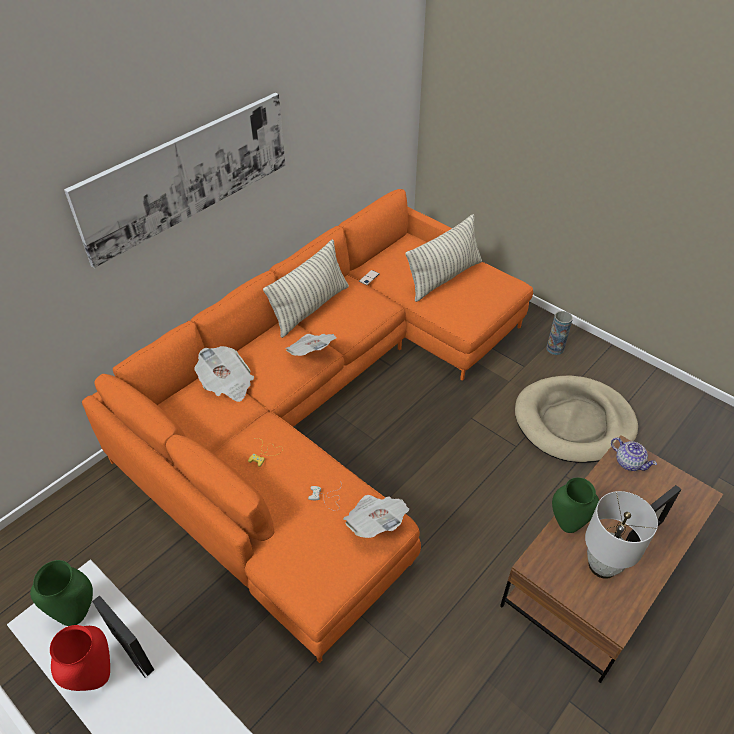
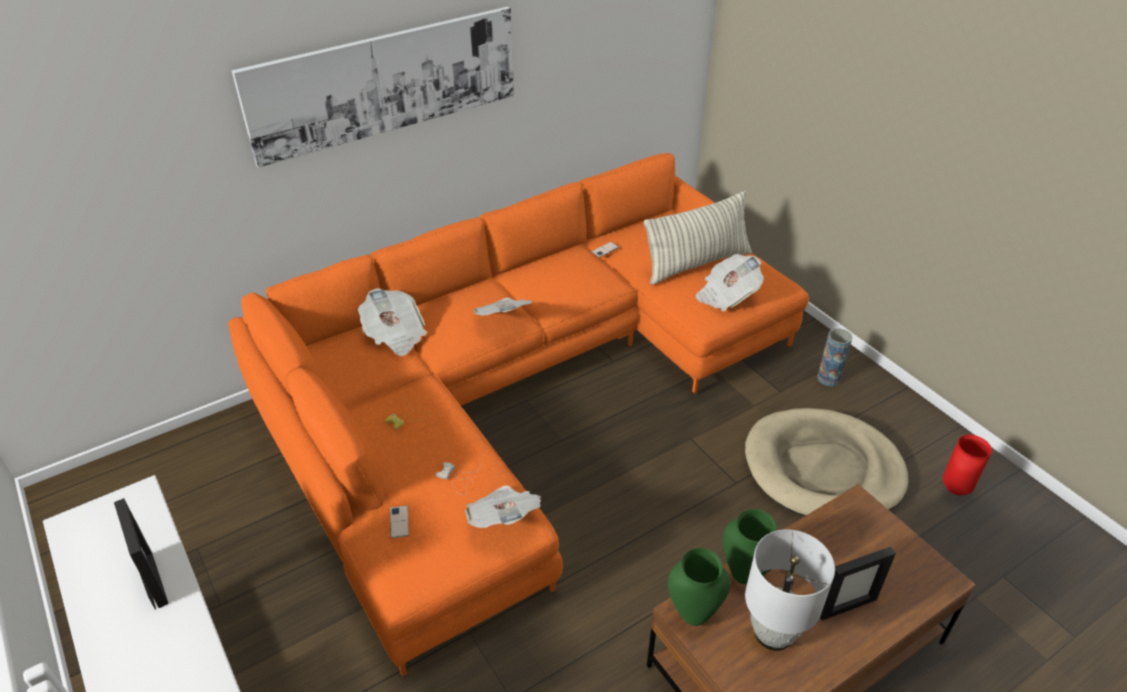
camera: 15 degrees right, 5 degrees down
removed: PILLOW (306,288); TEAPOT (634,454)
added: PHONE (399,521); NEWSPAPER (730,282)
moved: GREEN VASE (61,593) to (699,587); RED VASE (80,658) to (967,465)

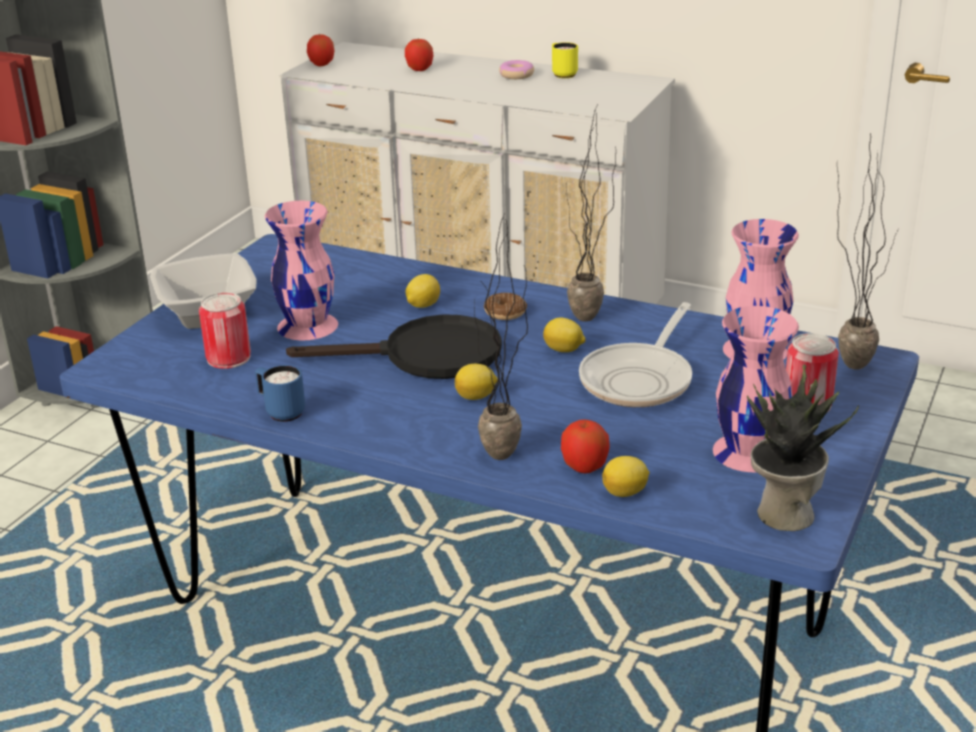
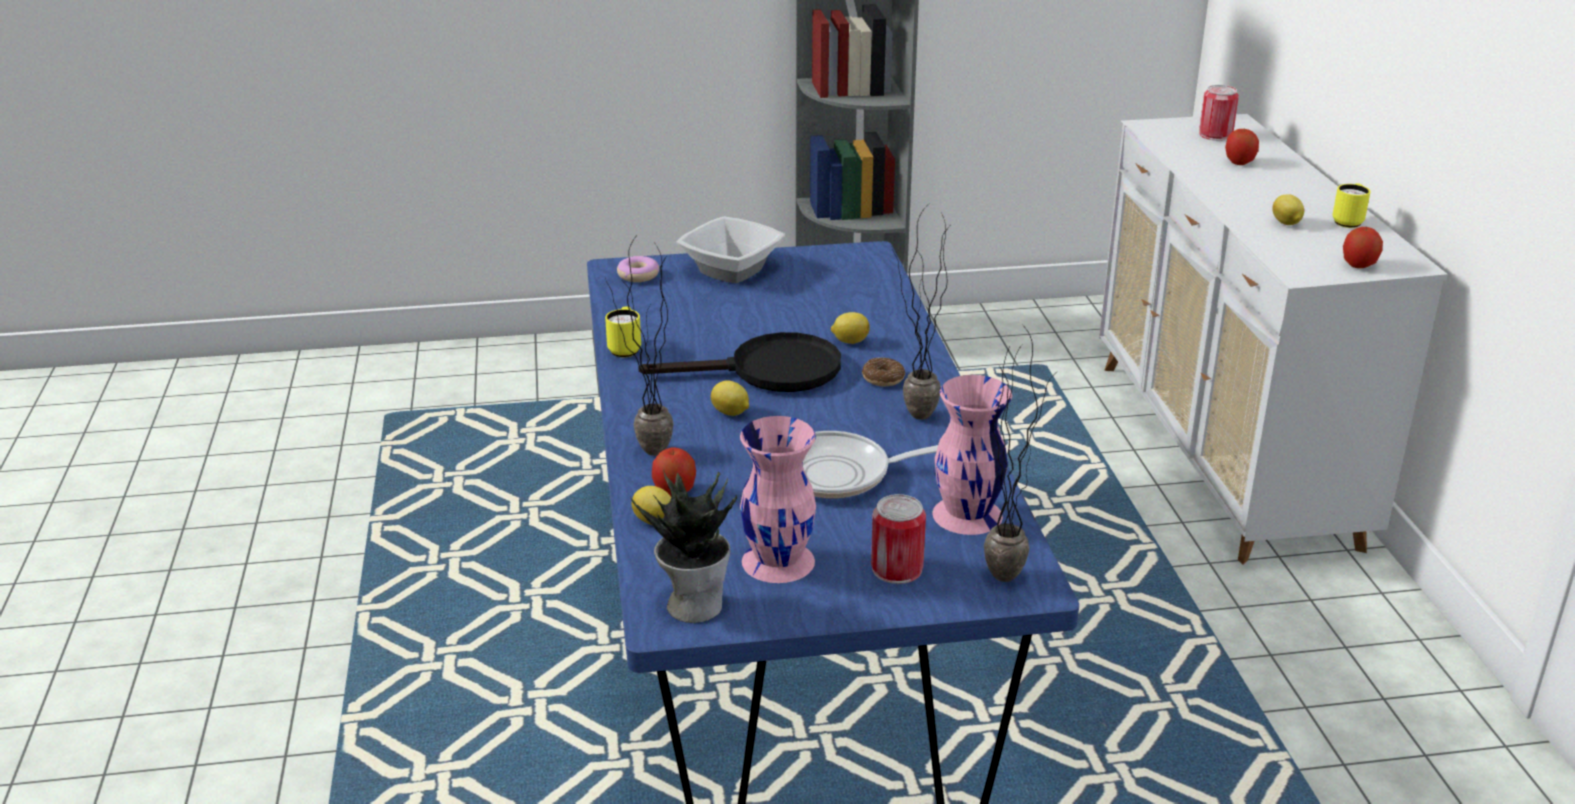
camera: 55 degrees right, 0 degrees up
removed: PINK VASE (301,270)
moved: DONUT (516,69) to (638,269); CAN (225,330) to (1219,113); LEMON (564,335) to (1288,209); APPLE (320,50) to (1363,247)
recoloured: BLUE MUG (280,393) to YELLOW MUG (623,331)
turned: BLACK FRYING PAN (394,346) = (739,362) 60 degrees counterclockwise

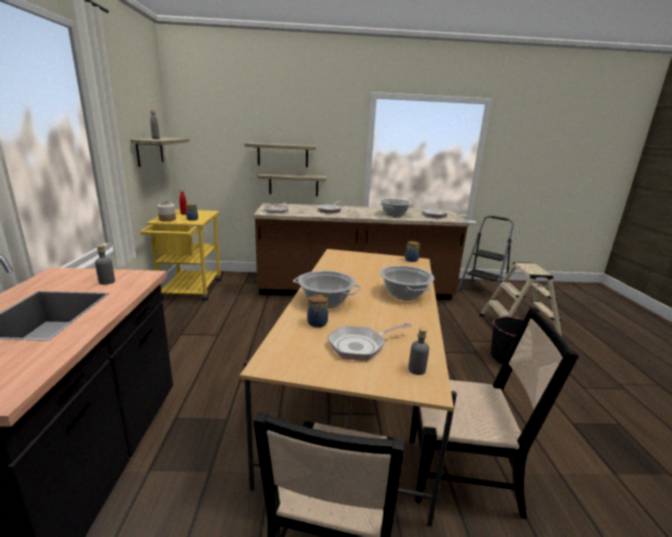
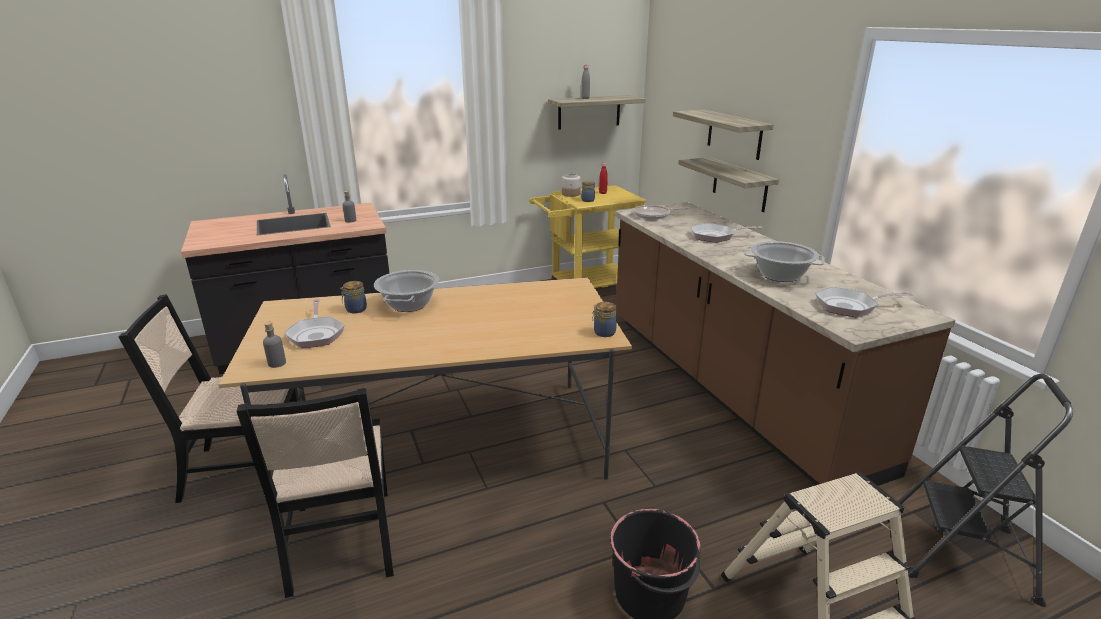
camera: 70 degrees right, 5 degrees up
removed: COOKING POT (407,282)
turned: FRYING PAN (369,341) = (314,323) 150 degrees counterclockwise

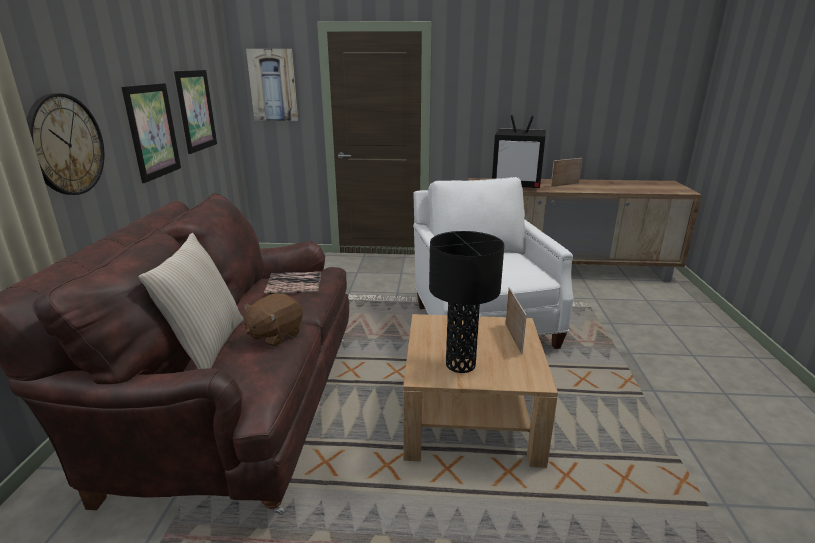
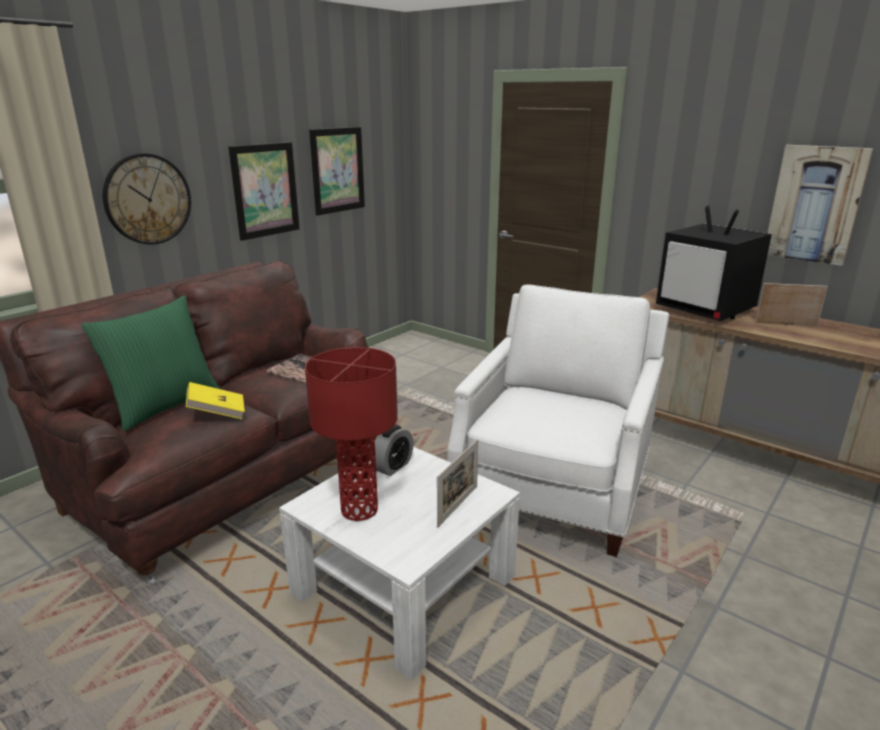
camera: 35 degrees right, 0 degrees up
added: ALARM CLOCK (392,450)
moved: PICTURE (272,85) to (820,205)
replaced: BROWN PLUSH TOY (273,320) to YELLOW BOOK (215,400)
recoloured: BEIGE PILLOW (191,301) to GREEN PILLOW (150,363); BROWN COFFEE TABLE (480,391) to WHITE COFFEE TABLE (399,563); BLACK TABLE LAMP (466,302) to RED TABLE LAMP (351,434)

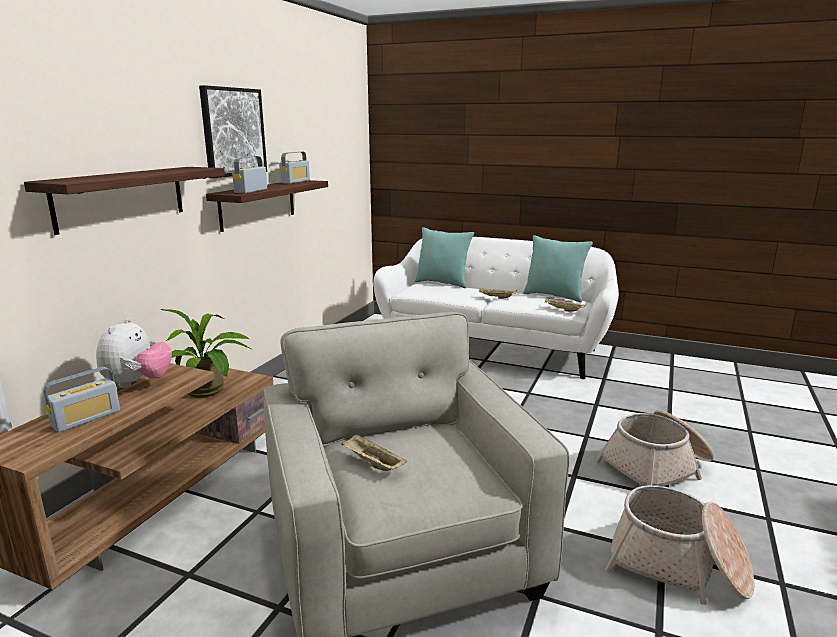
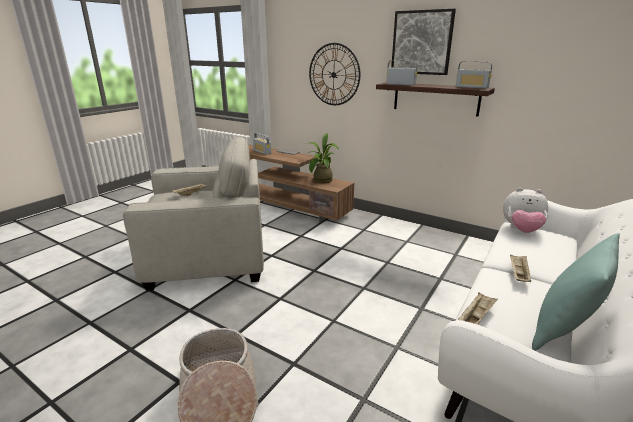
camera: 100 degrees right, 5 degrees up
removed: TURQUOISE PILLOW (444,257); BASKET (679,545)
moved: PLUSH TOY (134,353) to (525,210)
replaced: SHELF (124,201) to WALL CLOCK (334,74)

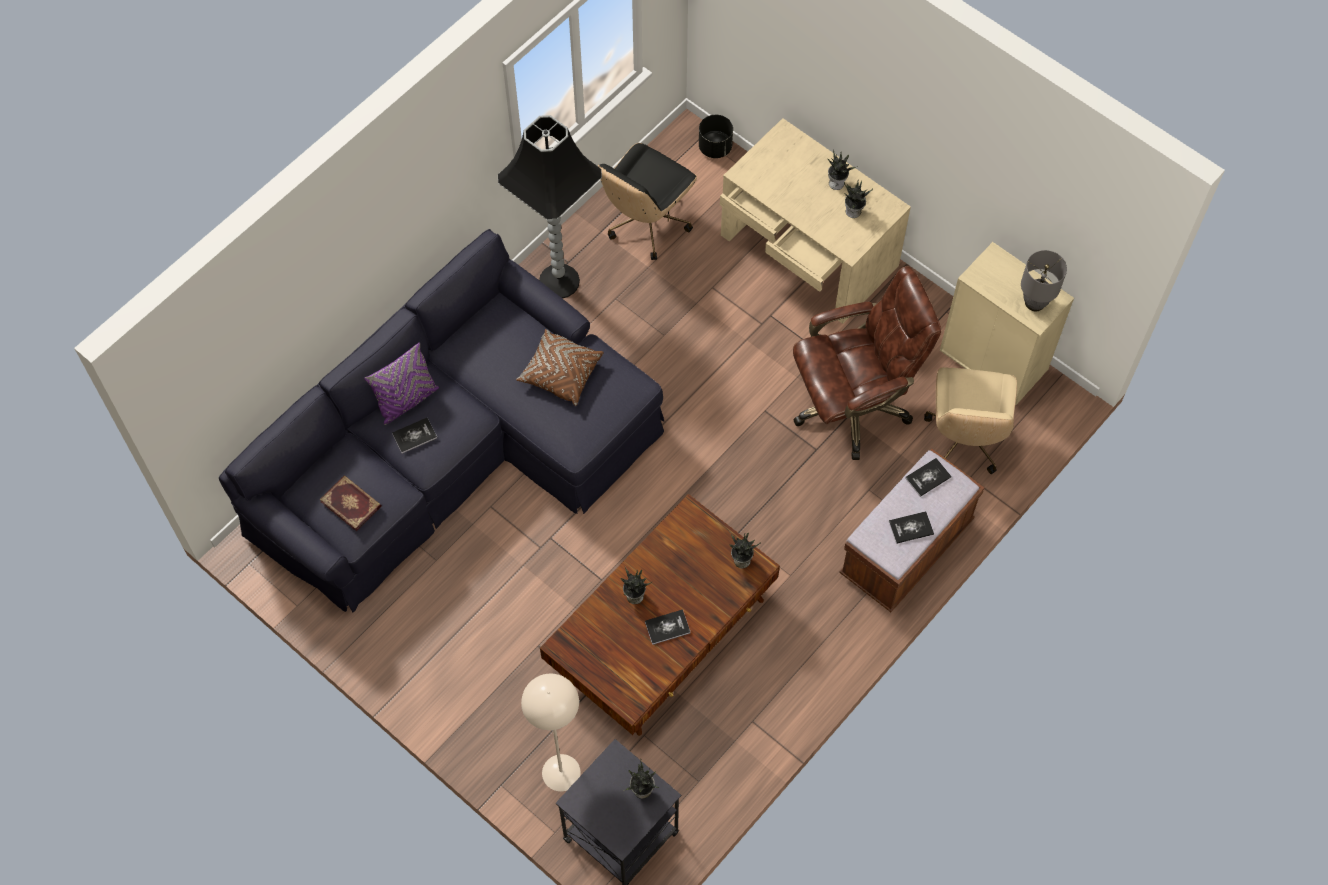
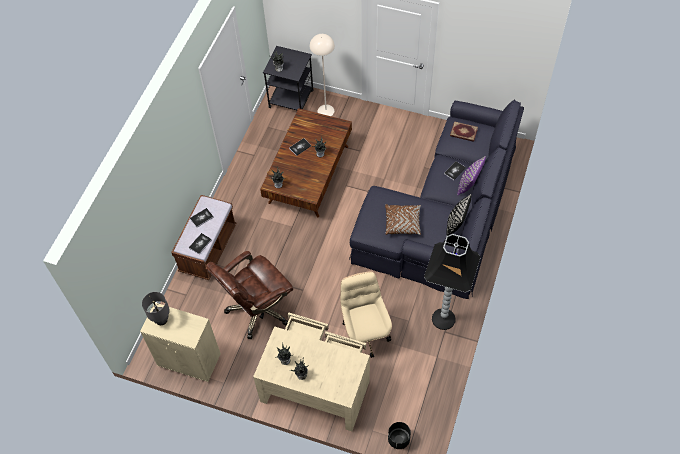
camera: 160 degrees right, 5 degrees down
removed: BLACK OFFICE CHAIR (647,201)
added: BLACK PILLOW (459,215)
moved: BEIGE OFFICE CHAIR (970,420) to (366,314)

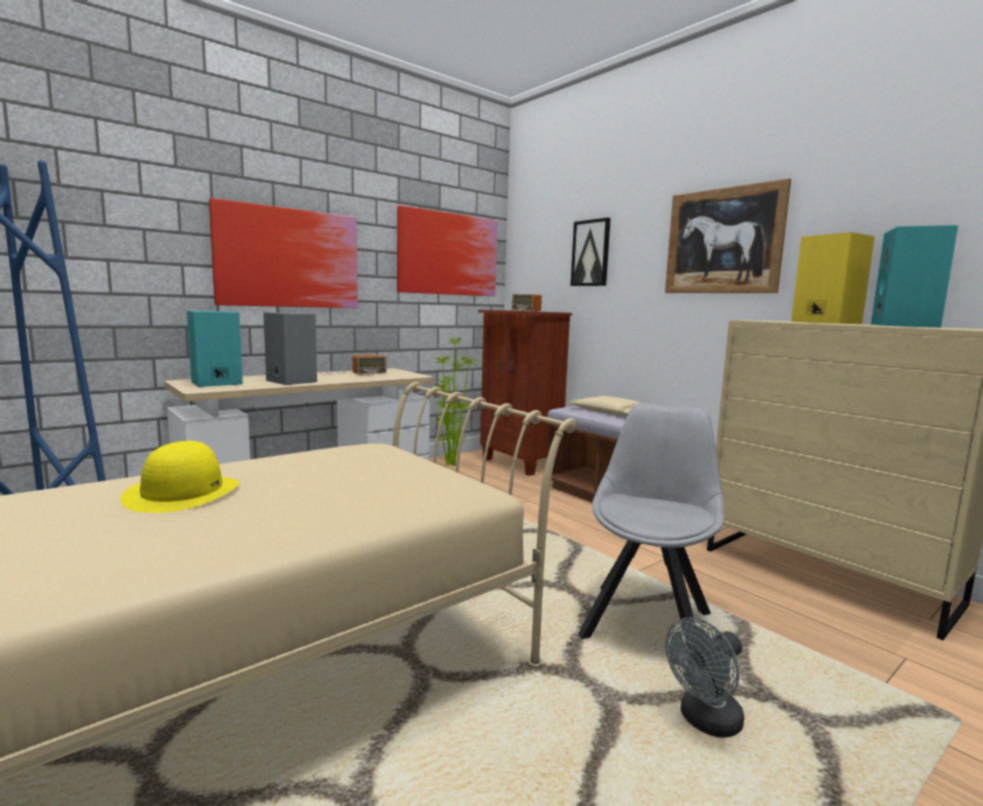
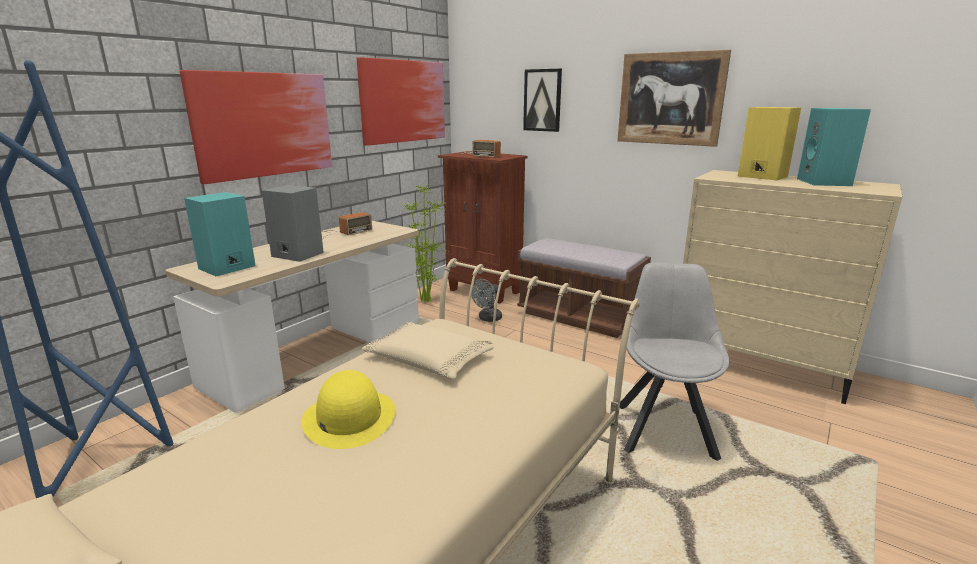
camera: 15 degrees left, 10 degrees up
moved: BEIGE PILLOW (609,405) to (428,351); GREY FAN (704,677) to (486,300)

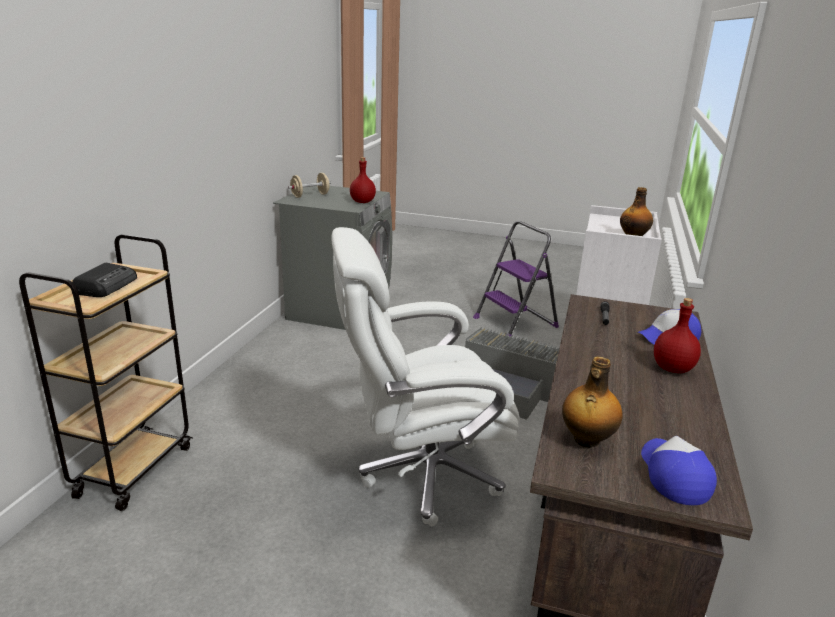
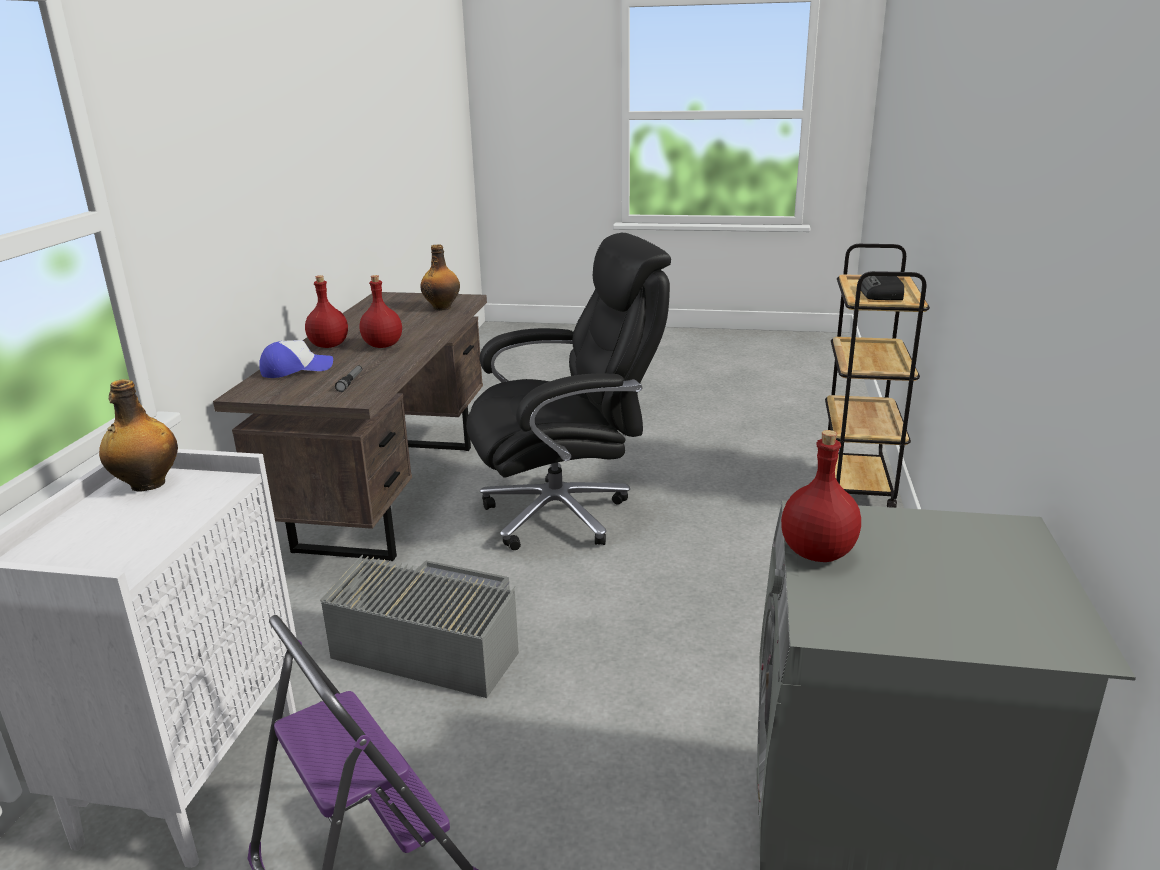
camera: 175 degrees right, 0 degrees up
removed: BEIGE DUMBBELL (309,185); CAP (679,470)
added: RED BOTTLE (380,311)
recoloured: WHITE OFFICE CHAIR (425,376) to BLACK OFFICE CHAIR (568,391)

